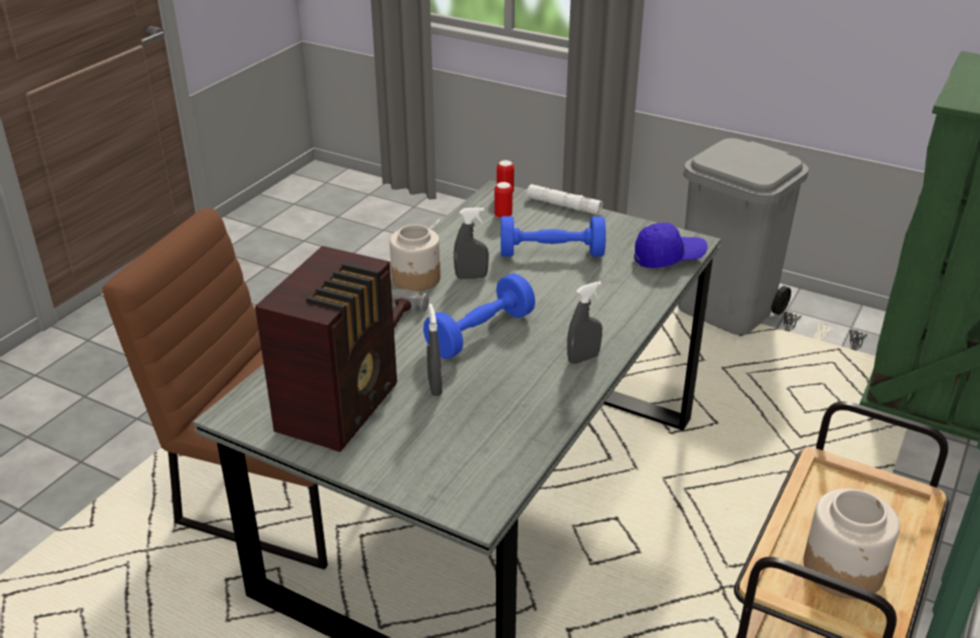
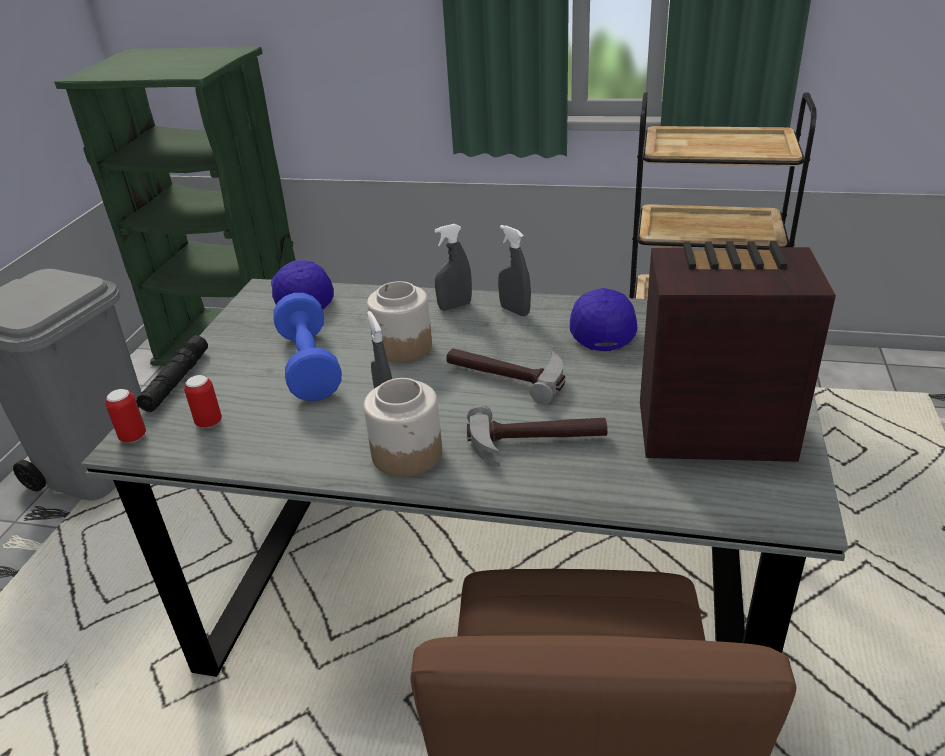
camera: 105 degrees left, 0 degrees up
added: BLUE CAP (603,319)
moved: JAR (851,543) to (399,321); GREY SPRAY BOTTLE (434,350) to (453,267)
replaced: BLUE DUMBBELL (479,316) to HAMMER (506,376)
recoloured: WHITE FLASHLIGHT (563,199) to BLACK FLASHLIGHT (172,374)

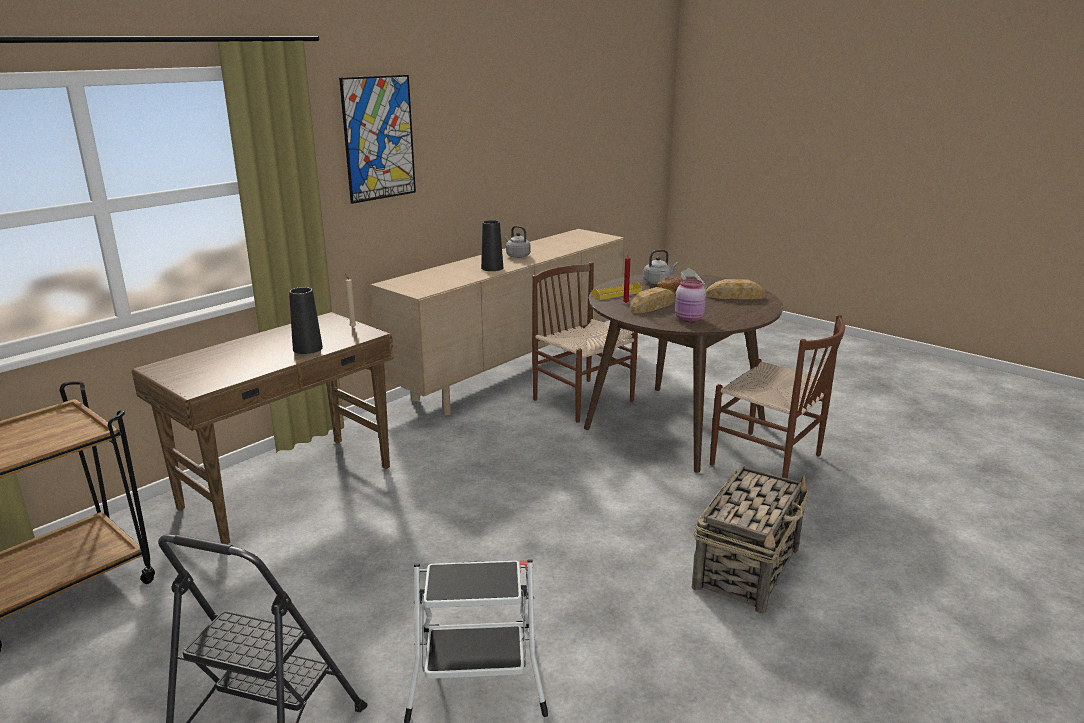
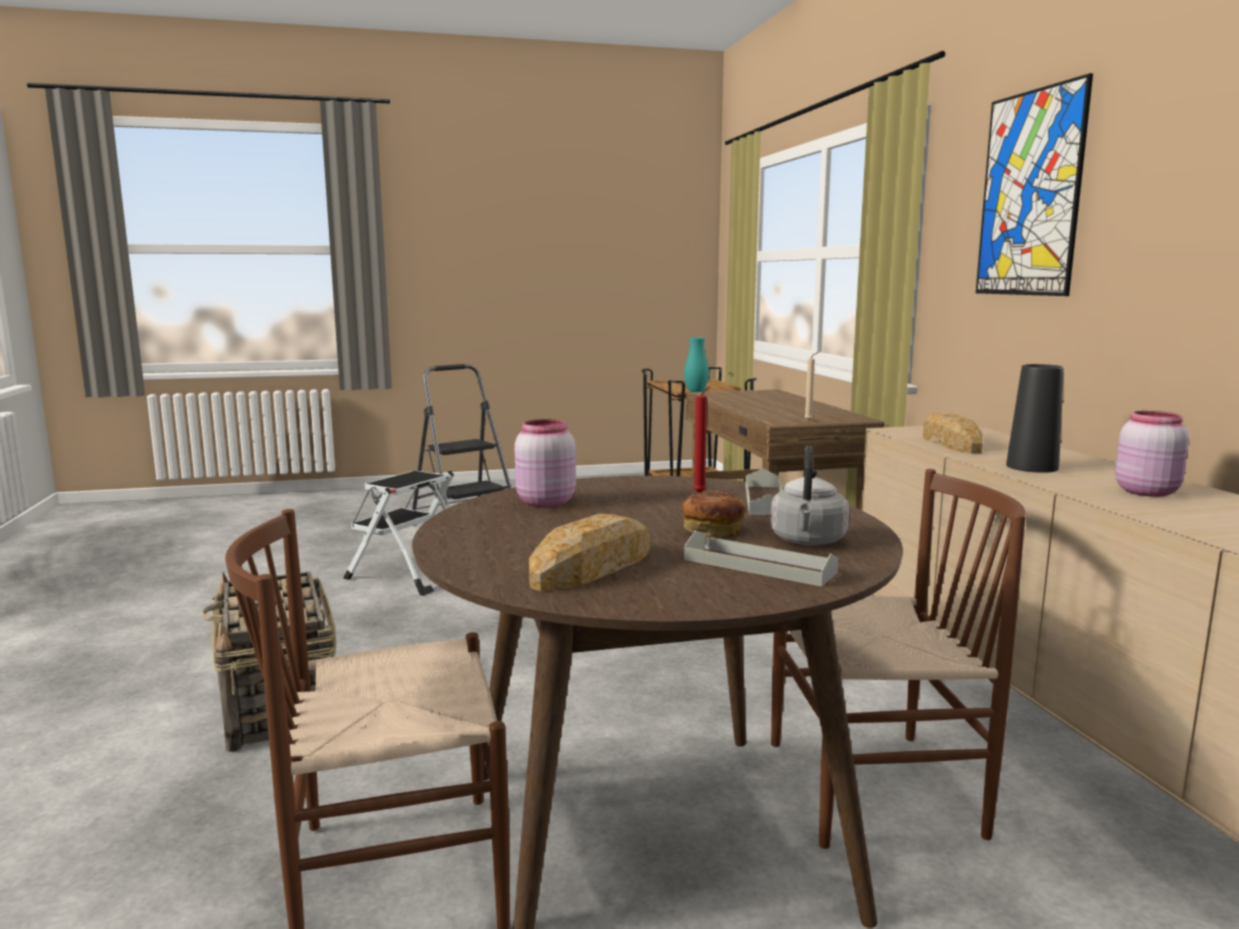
camera: 125 degrees right, 10 degrees down
removed: BLACK VASE (306,320)
added: TURQUOISE VASE (696,364)
moved: BREAD (652,300) to (952,433)
replaced: GREY KETTLE (518,242) to PINK JAR (1152,454)
recoloured: YELLOW TRAY (616,291) to GREY TRAY (764,492)

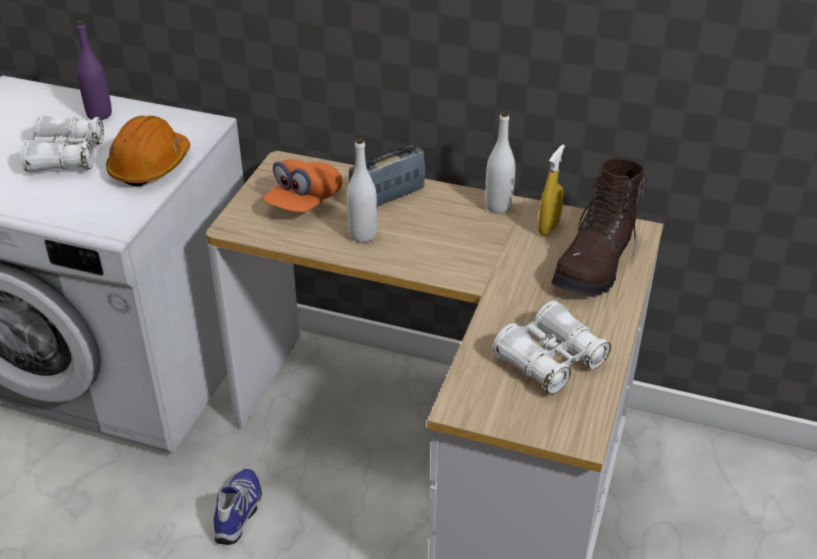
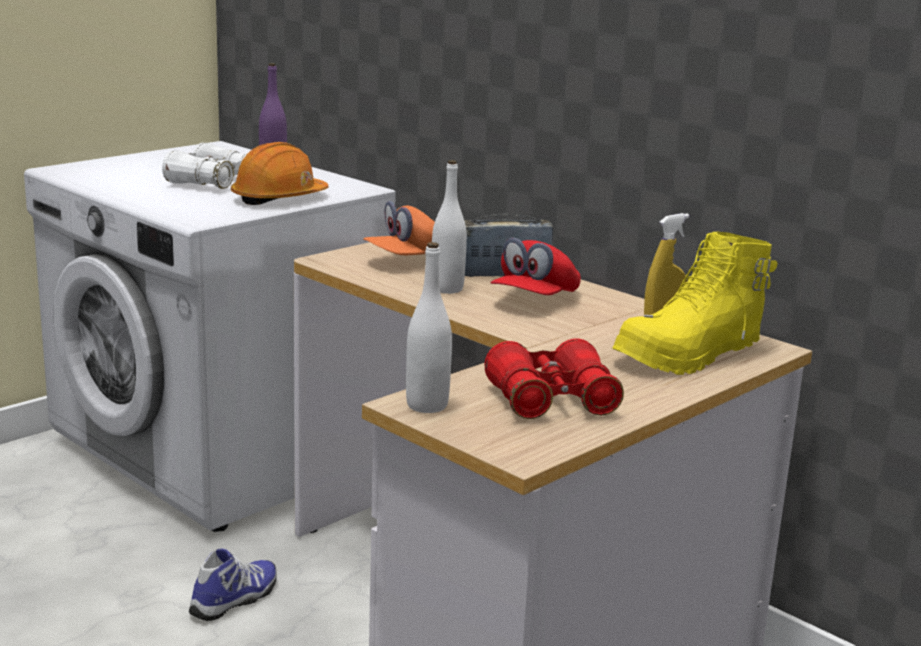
camera: 25 degrees right, 20 degrees down
added: RED CAP (535,266)
moved: WHITE BOTTLE (500,162) to (429,327)
recoloured: WHITE BINOCULARS (552,347) to RED BINOCULARS (554,378); BROWN BOOT (599,228) to YELLOW BOOT (695,303)

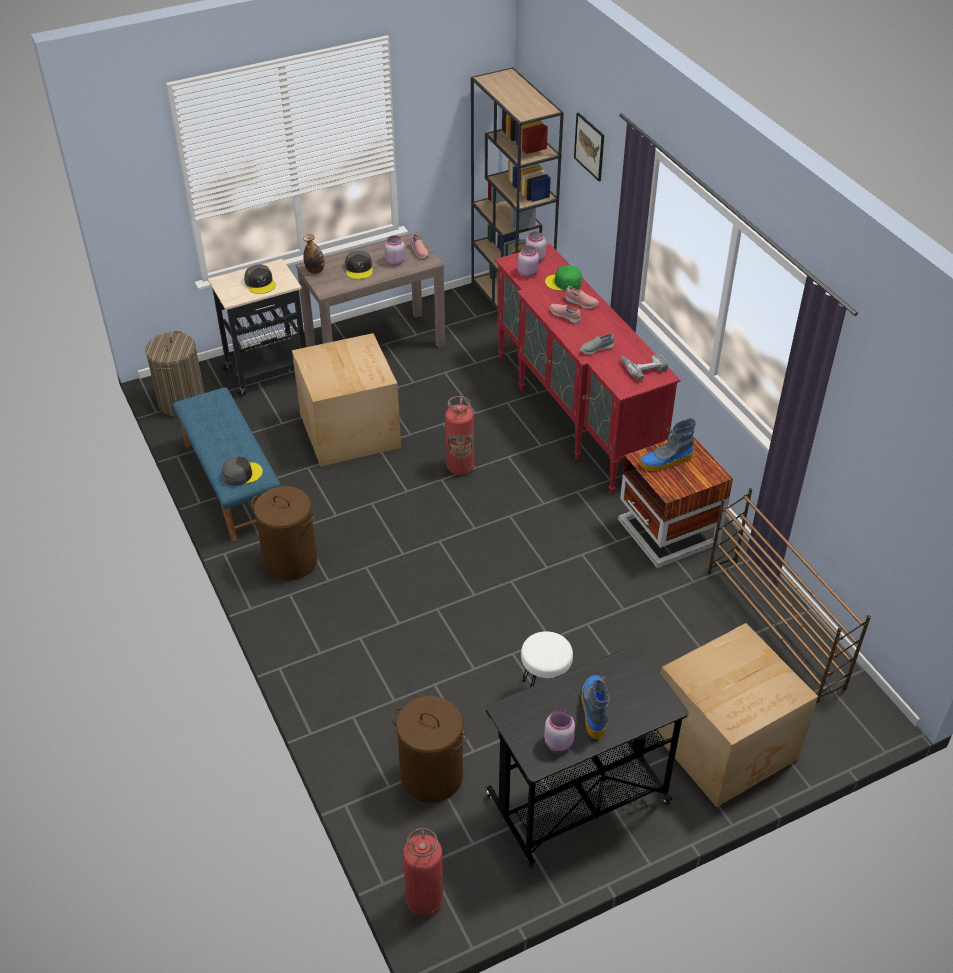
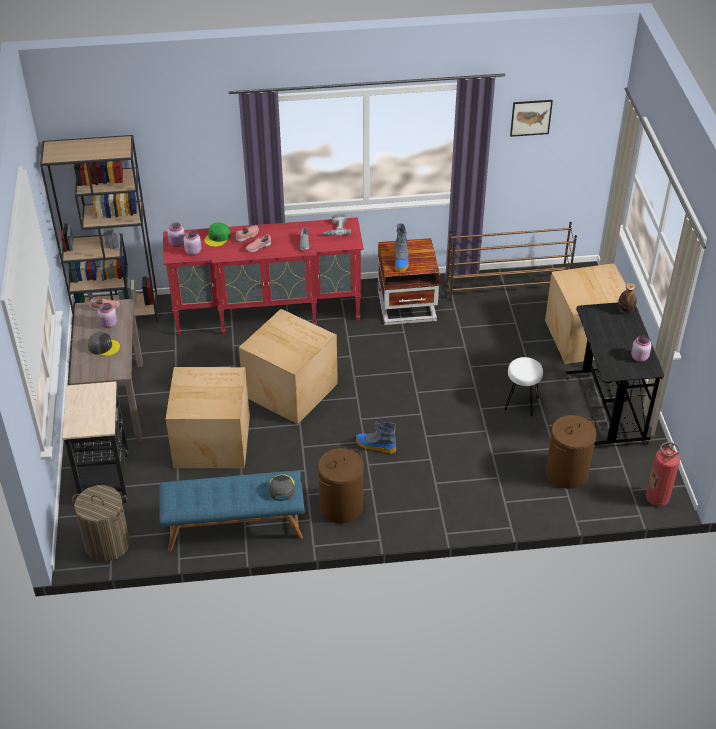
camera: 70 degrees left, 0 degrees up
removed: GREY CAP (260,279)
moved: BOOT (595,707) to (376,437); PICTURE (589,146) to (531,118); BOTTLE (314,254) to (627,298)
replaced: FIRE EXTINGUISHER (459,435) to CARDBOARD BOX (288,366)

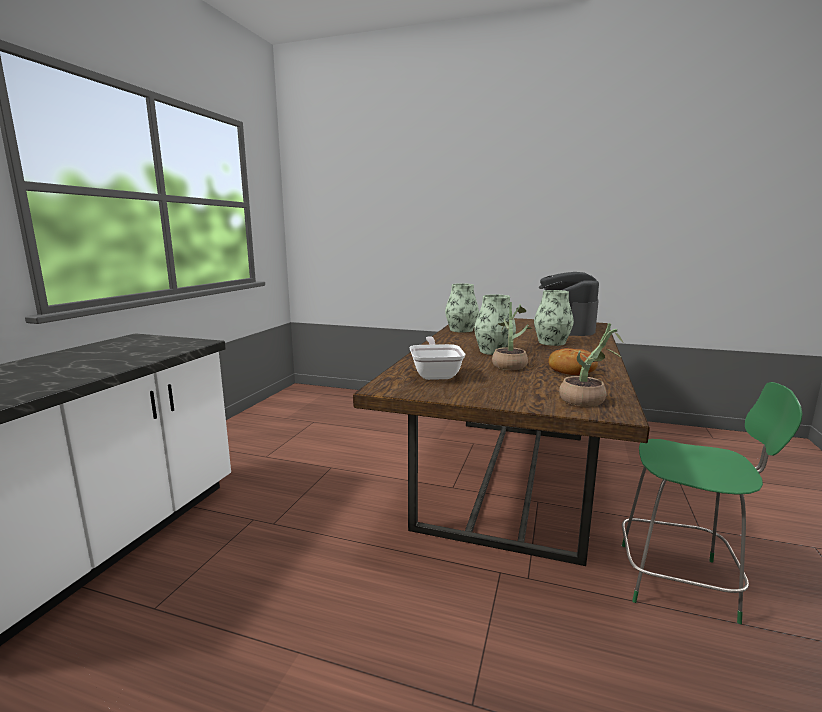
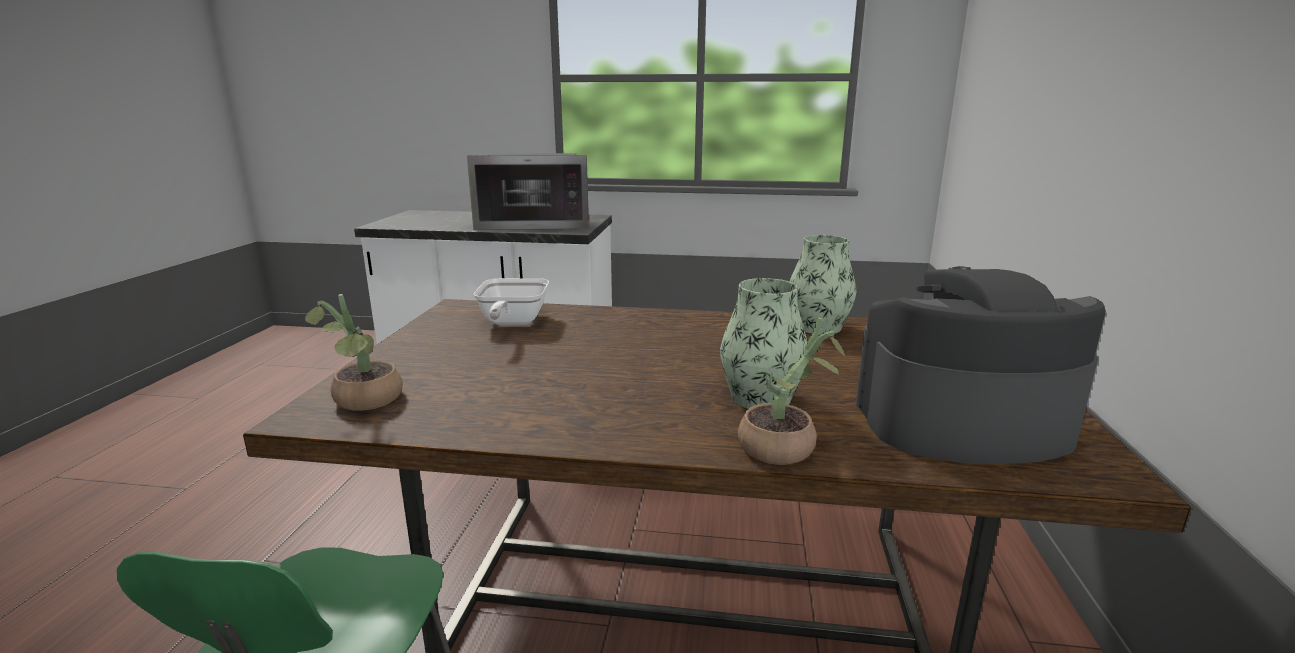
camera: 80 degrees right, 5 degrees up
removed: VASE (495,324); BREAD (573,361)
added: MICROWAVE (528,191)
moved: POTTED PLANT (512,336) to (791,391)
turned: FRYING PAN (437,358) = (511,301) 105 degrees clockwise

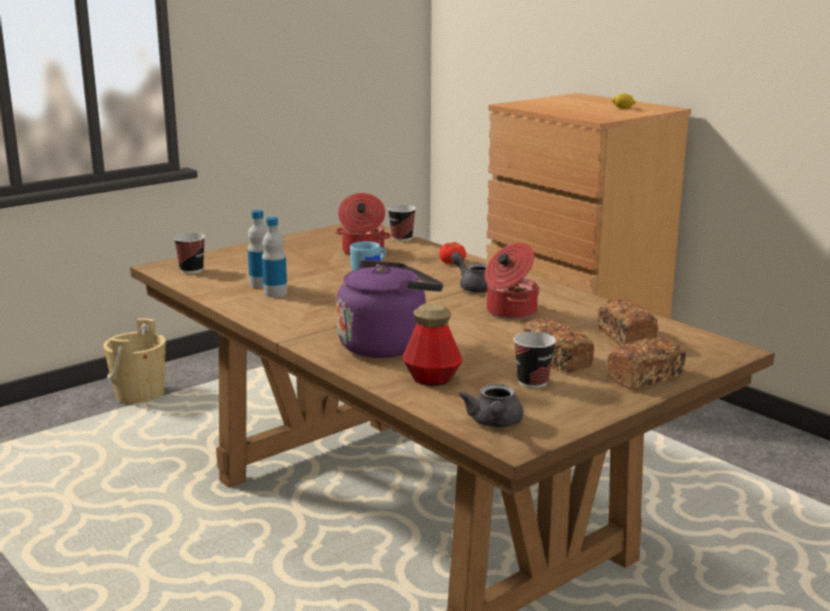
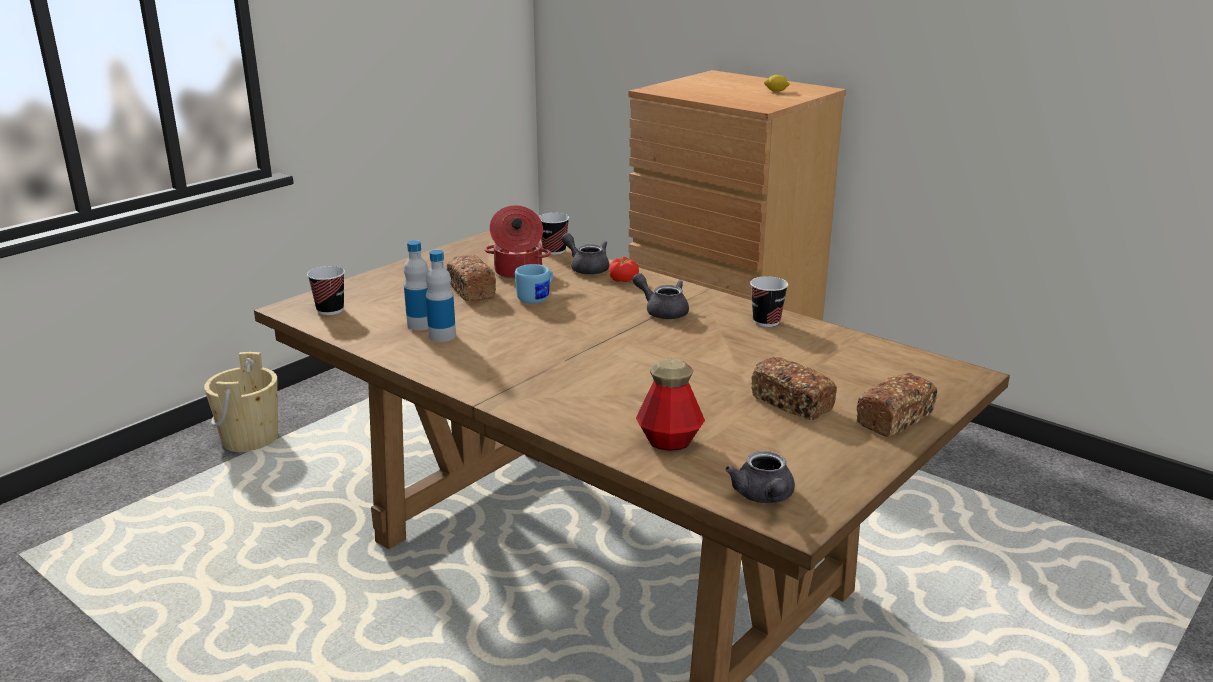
camera: 10 degrees left, 5 degrees up
removed: PURPLE KETTLE (390,309); COOKING POT (512,281)
added: GREY TEAPOT (585,254)
moved: BREAD (628,322) to (471,278); CUP (535,360) to (769,301)

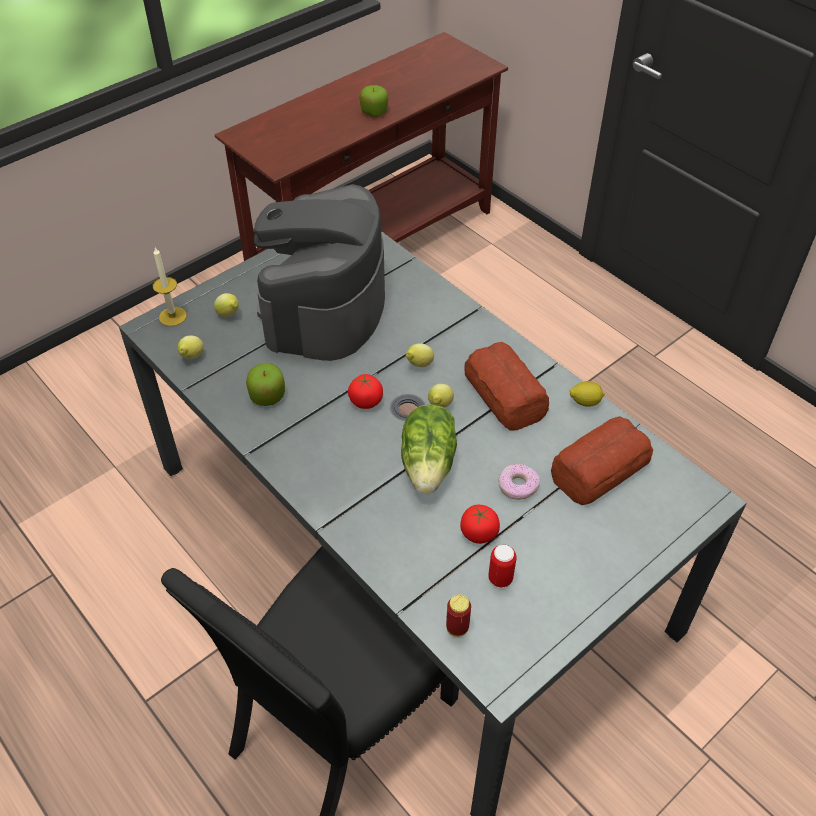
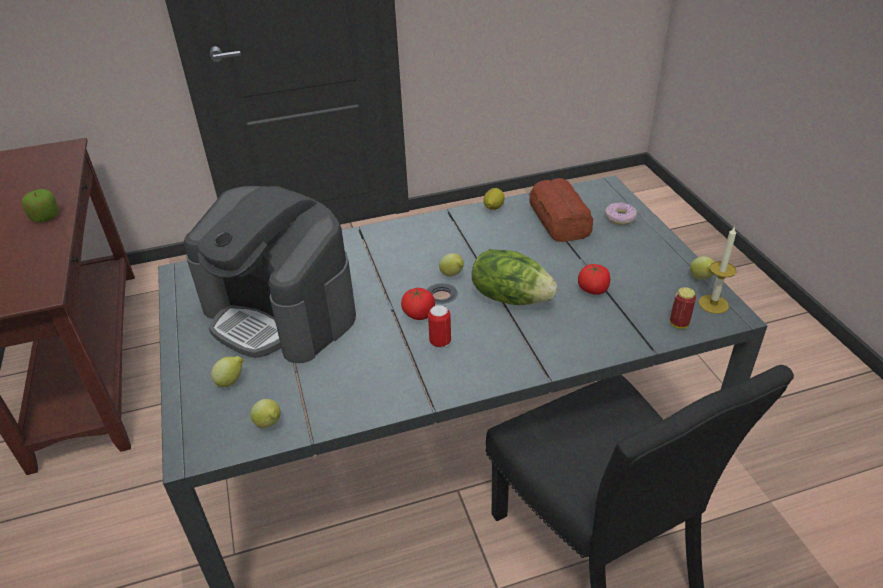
camera: 65 degrees left, 10 degrees down
removed: APPLE (265,384); BREAD (506,386)
moved: CAN (502,566) to (439,326); DONUT (519,482) to (621,213); LEMON (420,355) to (702,267); CANDLE (170,287) to (717,270)

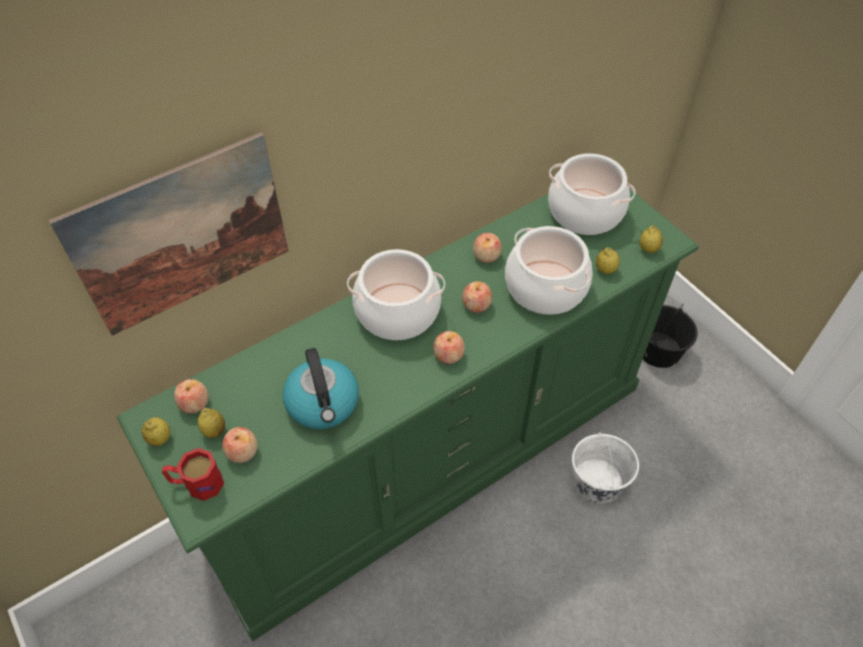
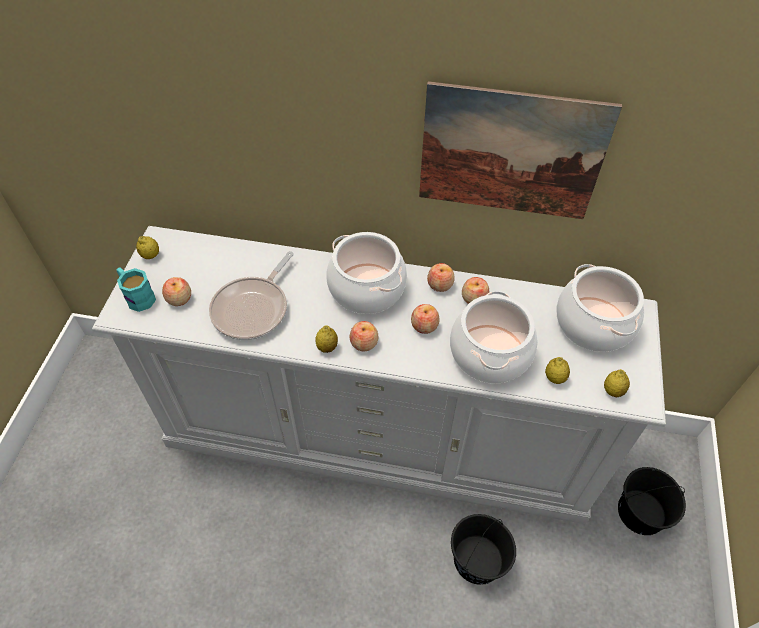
camera: 45 degrees right, 0 degrees up
moved: LEMON (211,423) to (326,339); PICTURE (168,234) to (520,150); APPLE (191,396) to (441,277)
replaced: KETTLE (321,388) to FRYING PAN (251,295)
recoloured: GREEN CABINET (408,414) to WHITE CABINET (379,375); RED MUG (193,474) to TURQUOISE MUG (136,289); WHITE BUCKET (605,466) to BLACK BUCKET (483,549)

